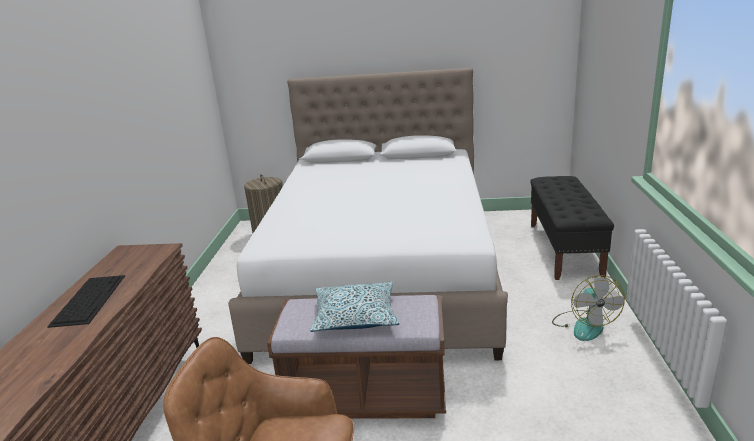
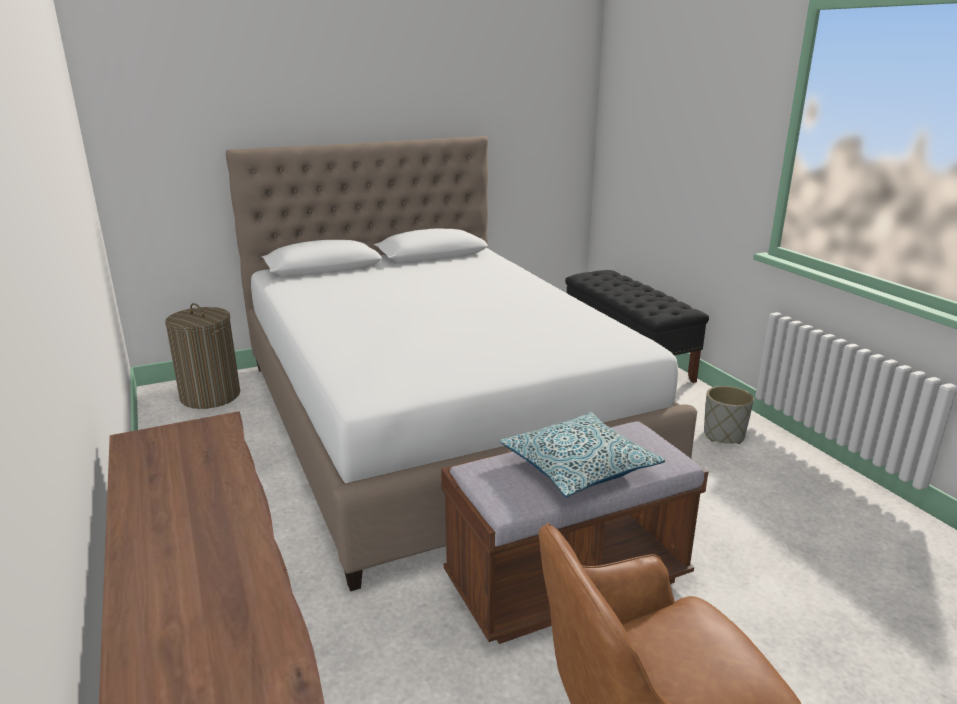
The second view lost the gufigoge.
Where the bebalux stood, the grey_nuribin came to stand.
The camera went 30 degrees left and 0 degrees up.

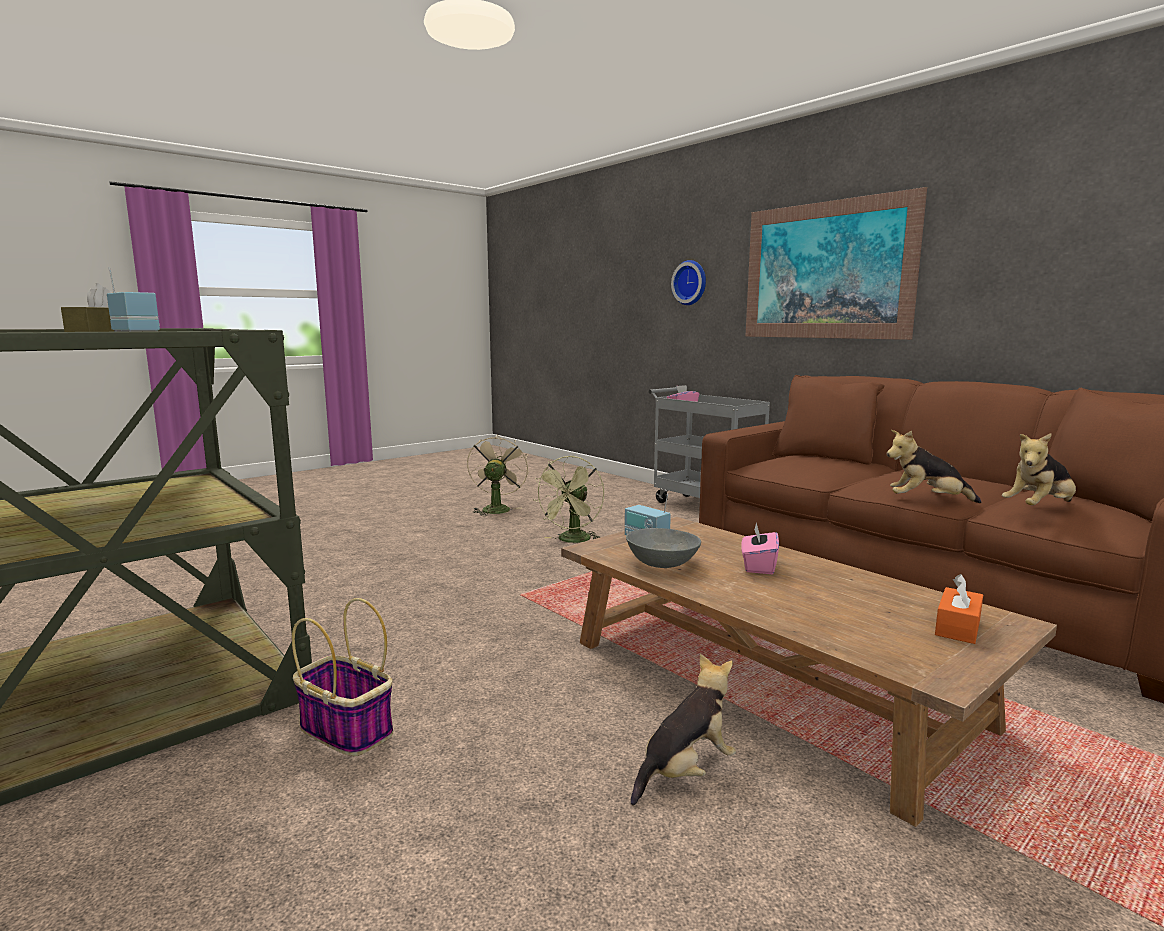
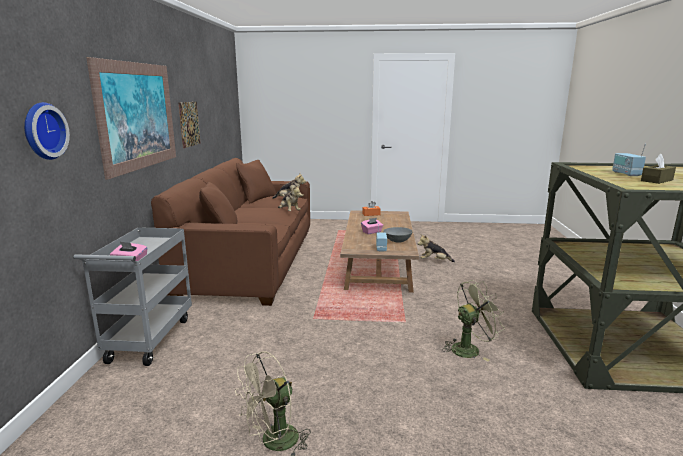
The second view lost the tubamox.
The second view gained the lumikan (2nd from left).
The green_bebalux ended up elsewhere.
The camera went 135 degrees left and 5 degrees up.

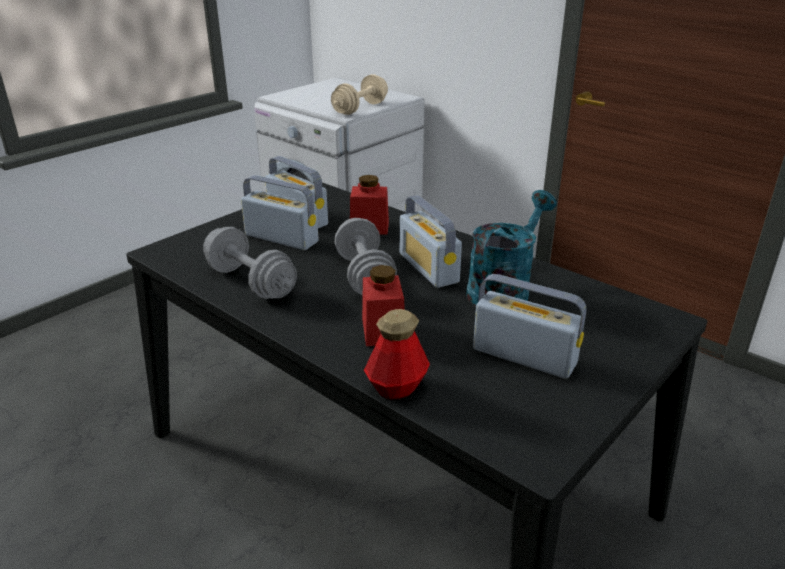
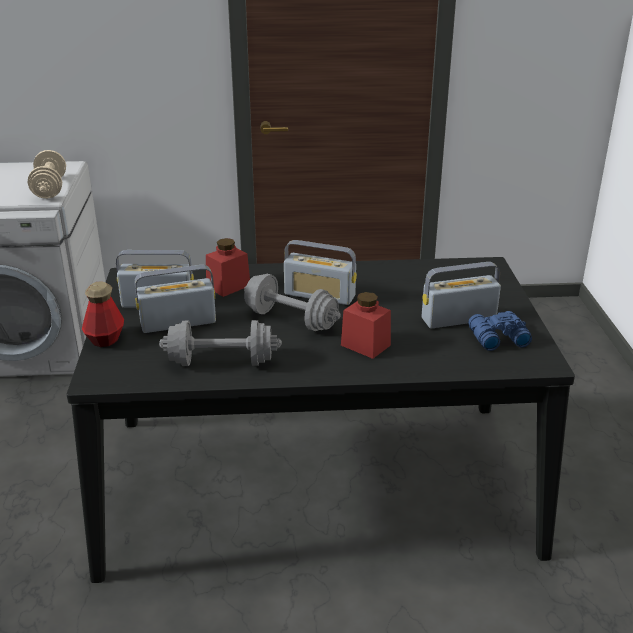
The second view lost the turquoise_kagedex.
The second view gained the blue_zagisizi.
The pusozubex ended up elsewhere.
The camera went 45 degrees left and 0 degrees up.

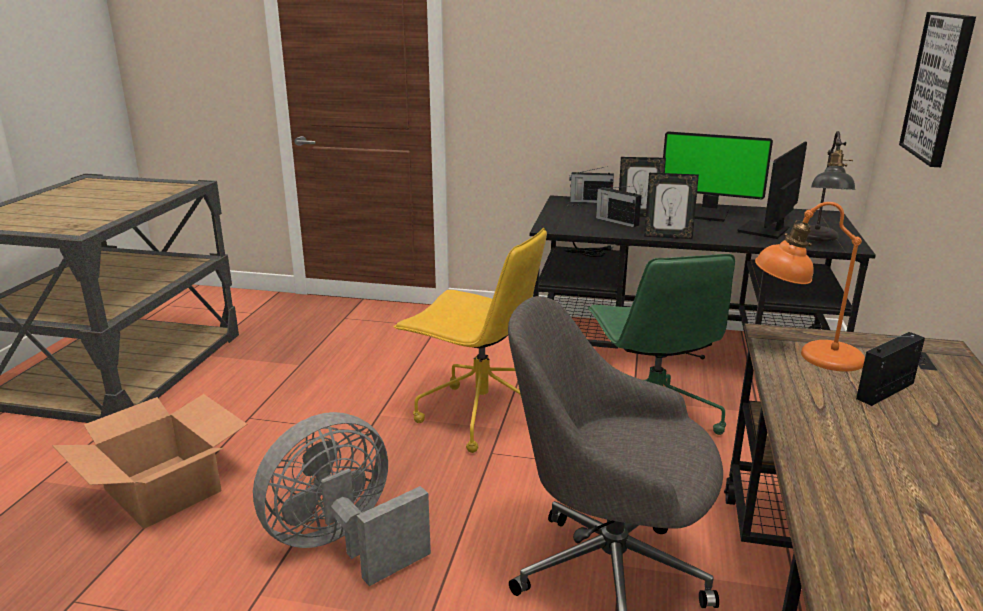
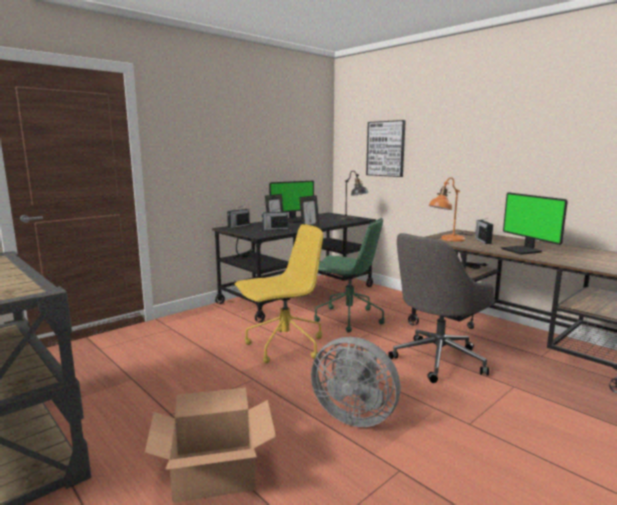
The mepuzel (2nd from left) ended up elsewhere.
The grey_bebalux ended up facing another way, 60 degrees counterclockwise from before.
The camera went 55 degrees left and 10 degrees down.

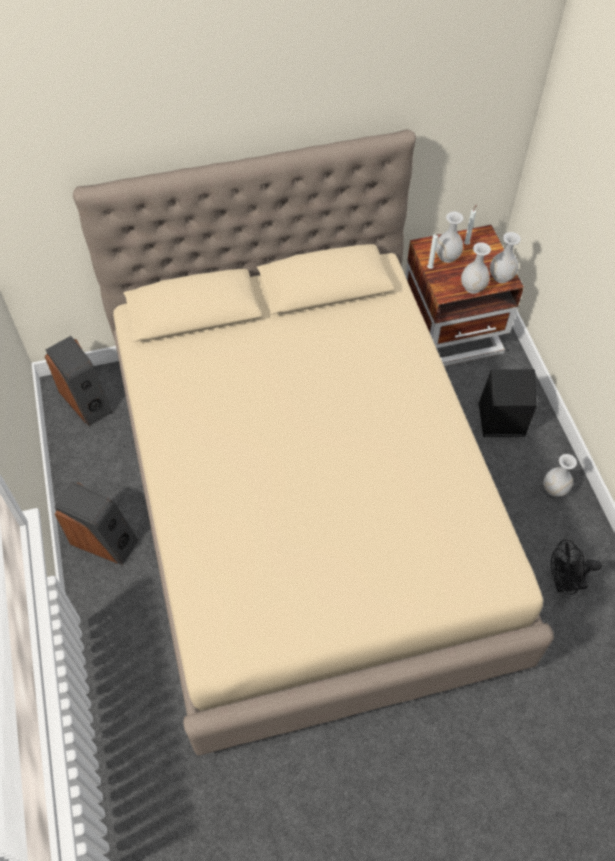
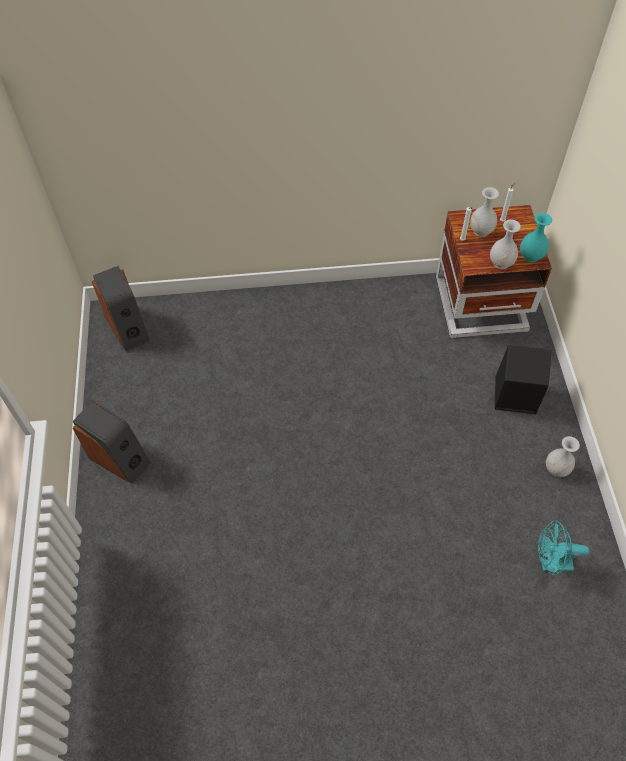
The second view lost the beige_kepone.
What was the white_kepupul (3rd from left) turned into the turquoise_kepupul.
What was the black_bebalux turned into the turquoise_bebalux.
The camera went 10 degrees right and 0 degrees up.

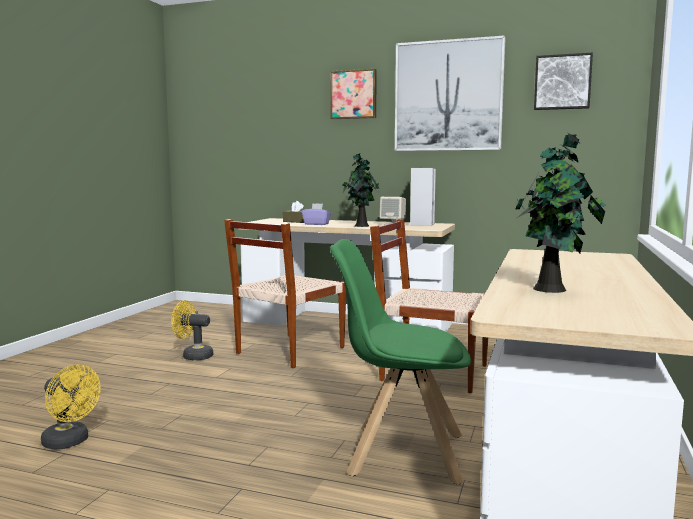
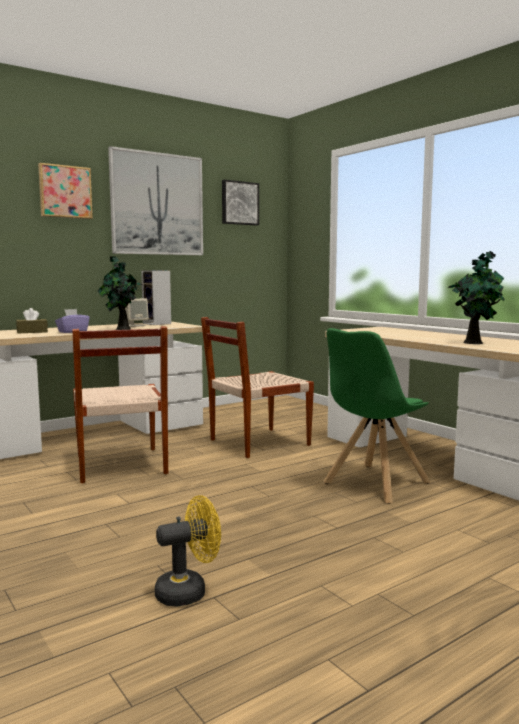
The second view lost the yellow_bebalux (2nd from left).
The camera went 55 degrees left and 0 degrees up.

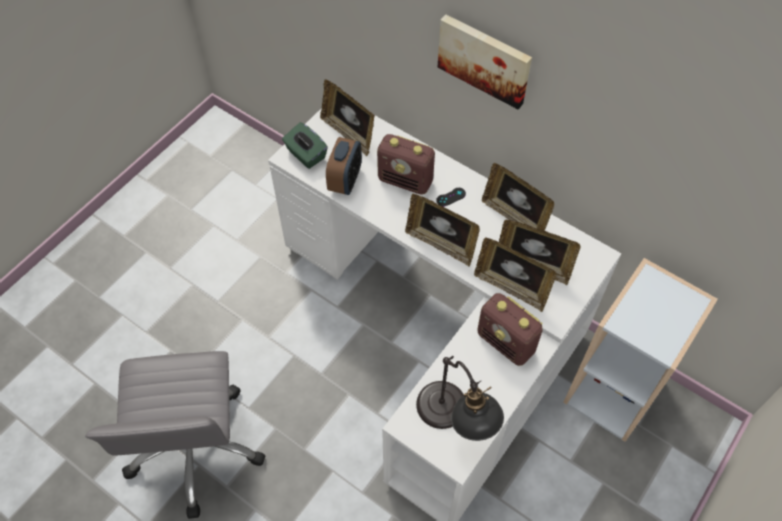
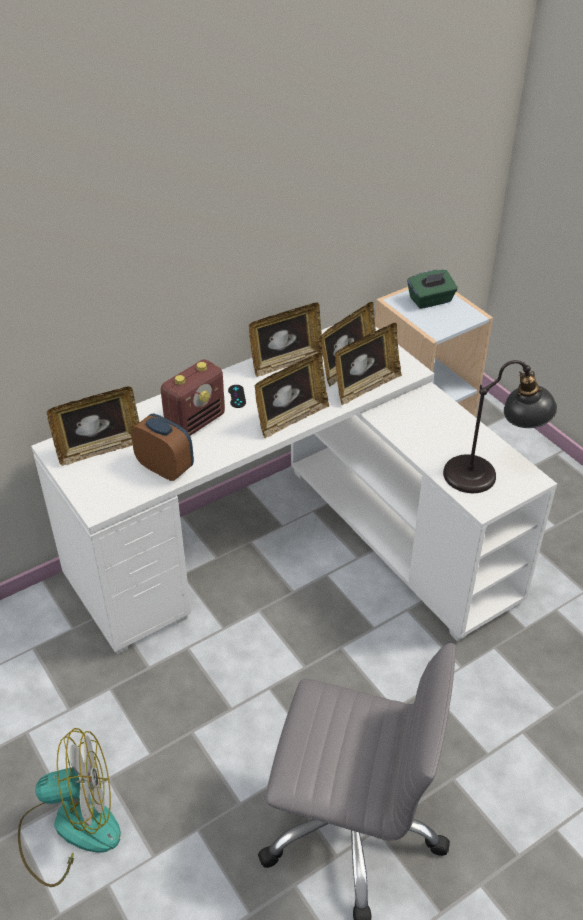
The second view lost the lumikan.
The second view lost the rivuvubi (2nd from left).
The second view gained the bebalux.
The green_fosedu ended up elsewhere.
The camera went 70 degrees left and 15 degrees down.

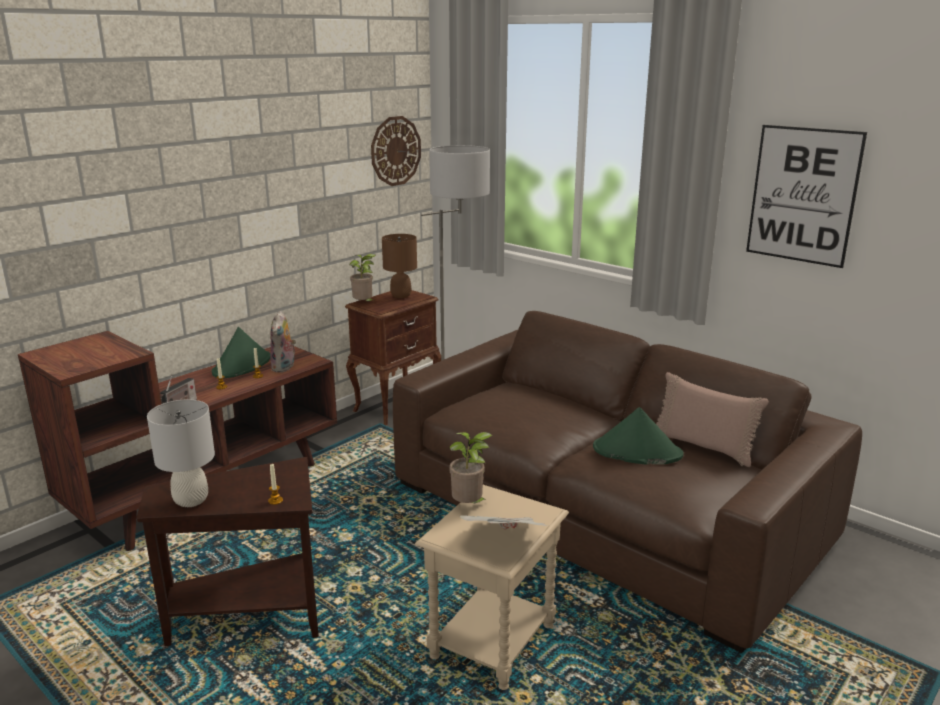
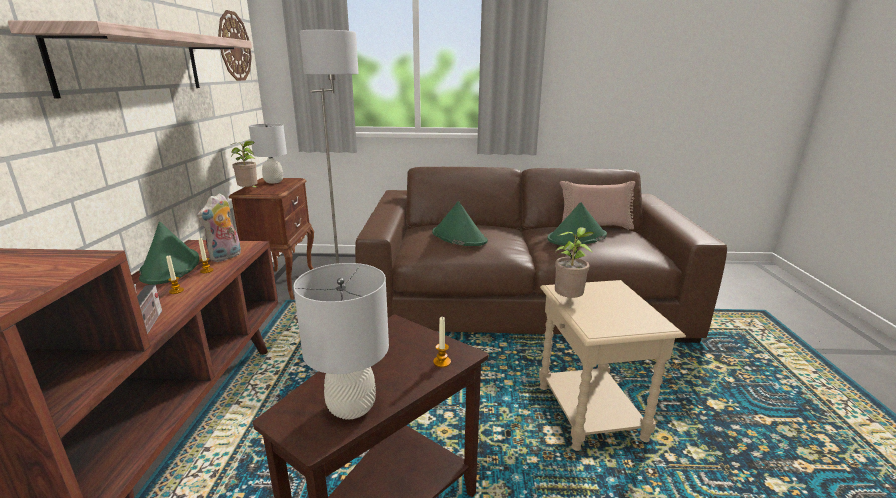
The second view lost the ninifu.
The second view lost the lumikan.
The second view gained the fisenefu.
The second view gained the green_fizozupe (2nd from left).
What was the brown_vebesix turned into the grey_vebesix (1st from left).
The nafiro ended up facing another way, 60 degrees clockwise from before.
The camera went 40 degrees left and 0 degrees up.

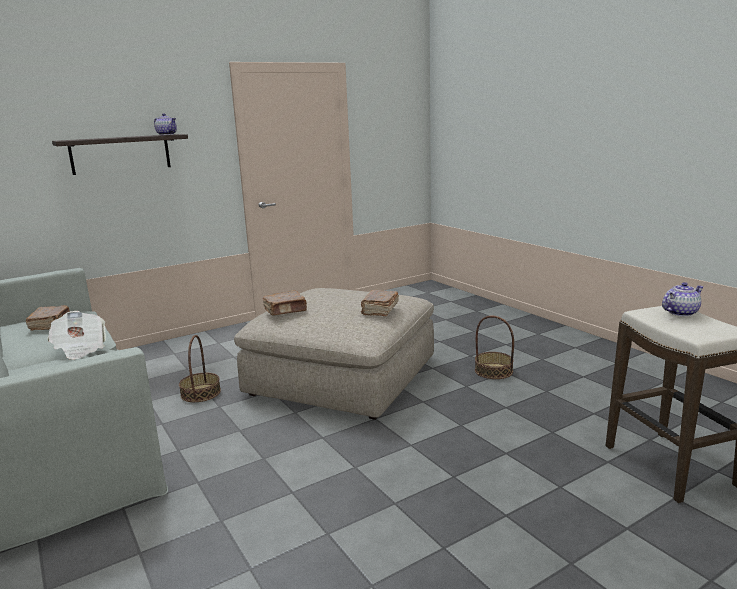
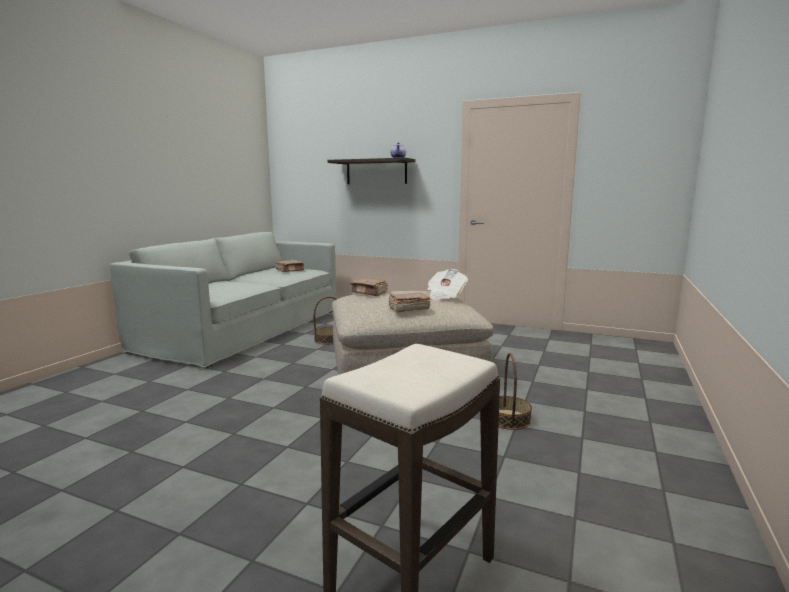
The second view lost the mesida (2nd from left).
The ninifu ended up elsewhere.
The camera went 55 degrees right and 5 degrees down.

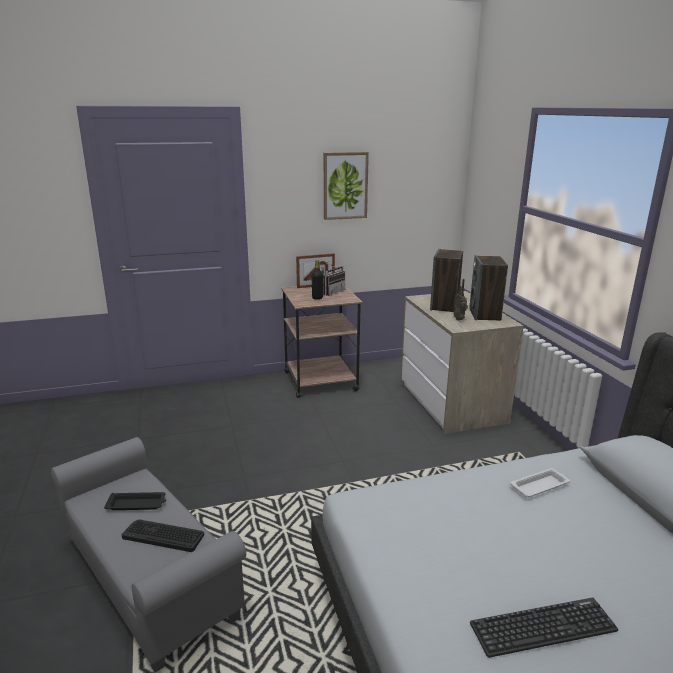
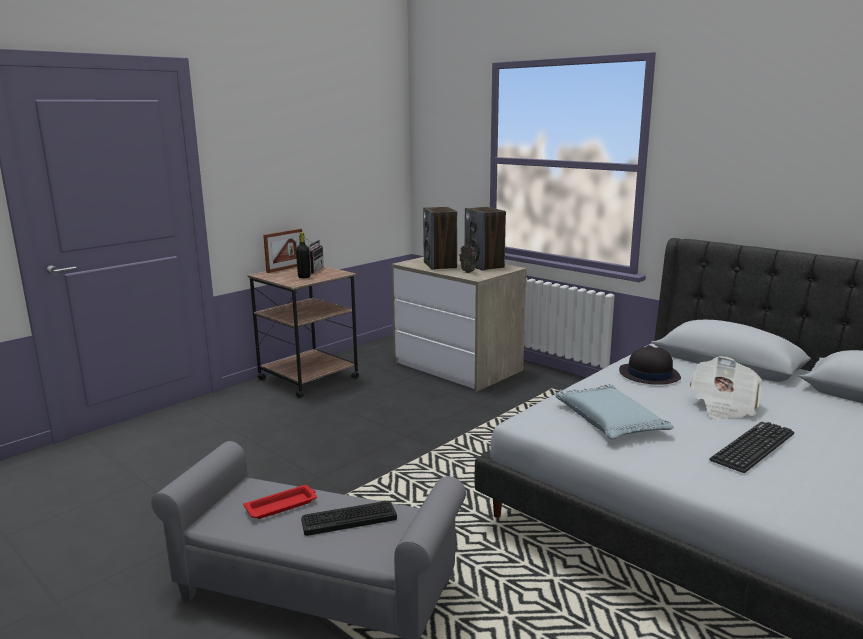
The second view lost the lumikan.
The second view gained the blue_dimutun.
The second view gained the ninifu.
Where the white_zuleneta stood, the black_fizozupe came to stand.
What was the black_zuleneta turned into the red_zuleneta.
The camera went 30 degrees left and 5 degrees down.

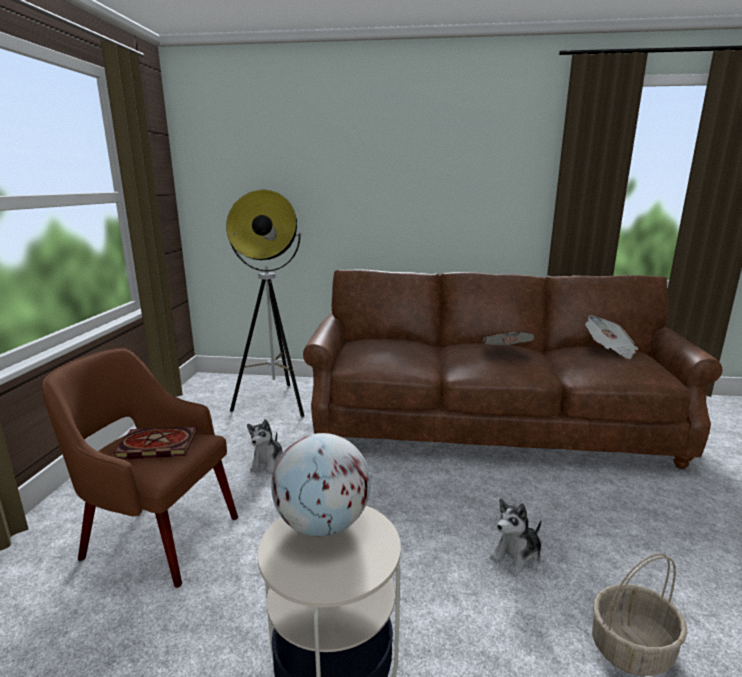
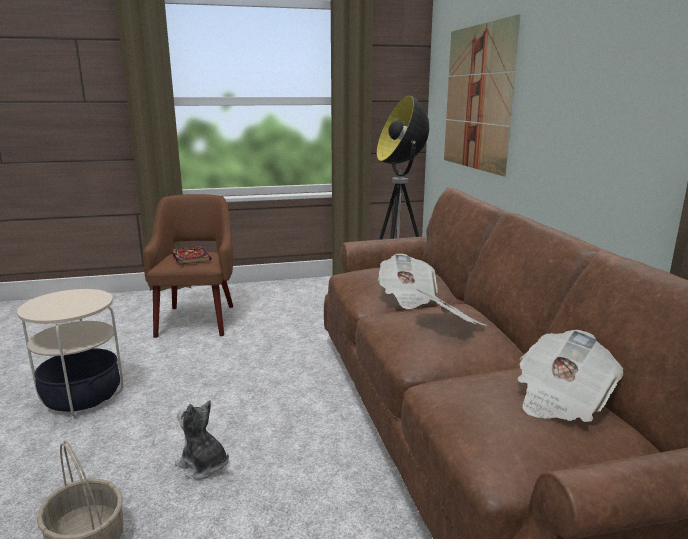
The second view lost the nafiro (1st from left).
The second view lost the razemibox.
The second view gained the ninifu (1st from left).
The second view gained the lumikan.
The camera went 70 degrees right and 0 degrees up.

